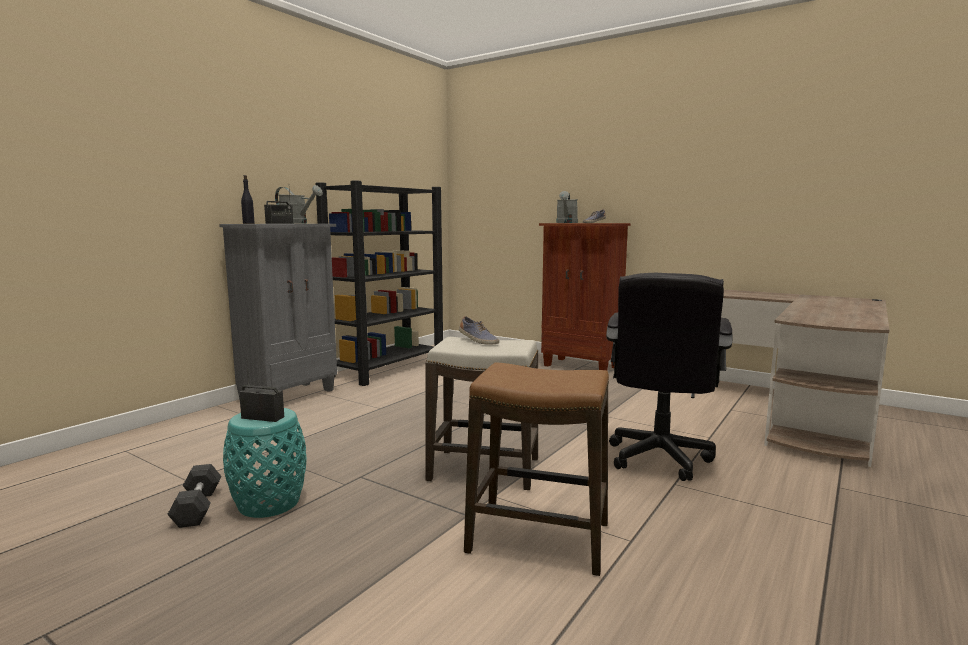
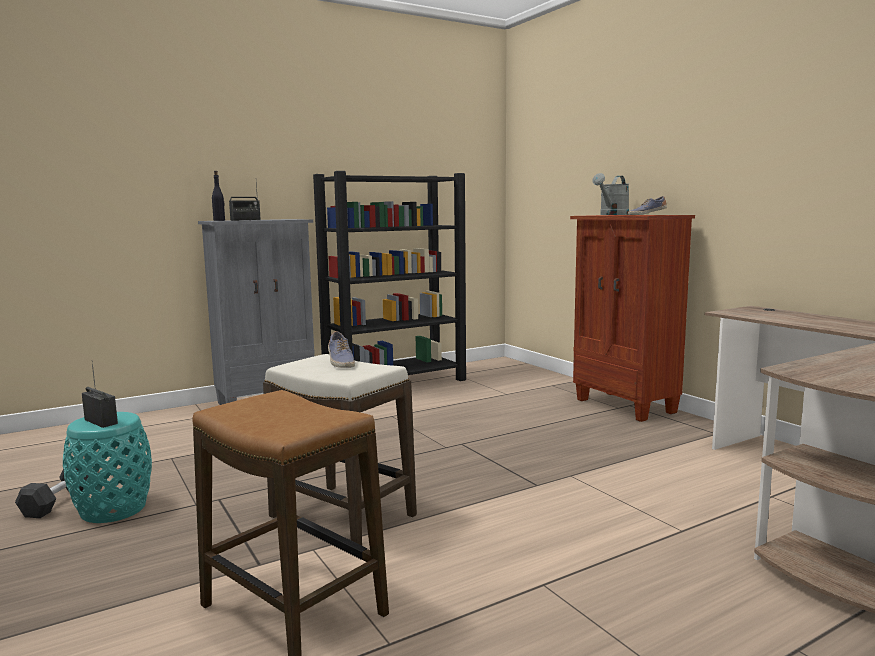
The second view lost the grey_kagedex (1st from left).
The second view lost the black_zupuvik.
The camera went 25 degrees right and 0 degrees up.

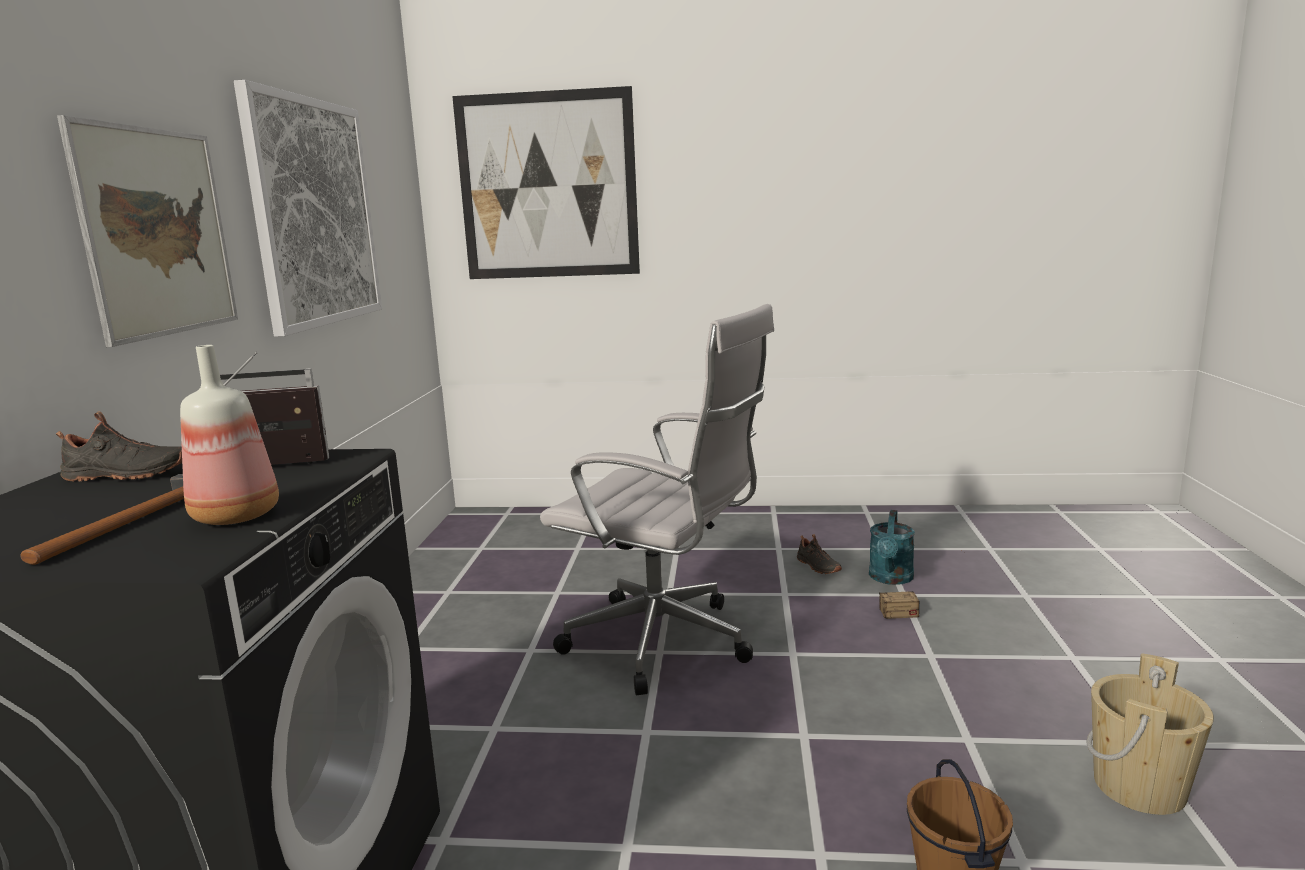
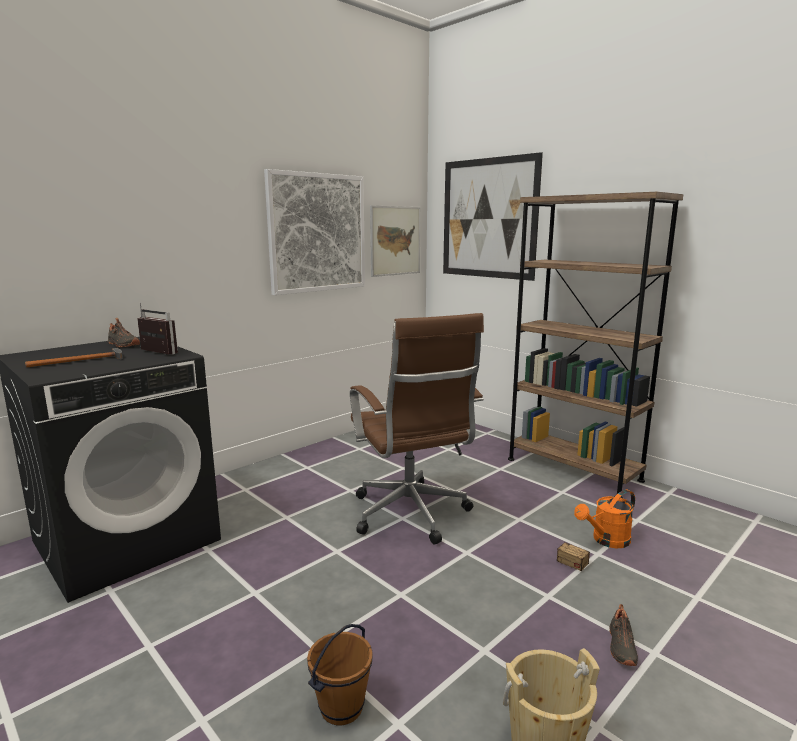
The second view lost the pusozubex.
The second view gained the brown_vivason.
The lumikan (1st from left in the first image) ended up elsewhere.
The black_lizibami (2nd from left) ended up elsewhere.
What was the white_zupuvik turned into the brown_zupuvik.
What was the turquoise_kagedex turned into the orange_kagedex.
The camera went 40 degrees right and 0 degrees up.

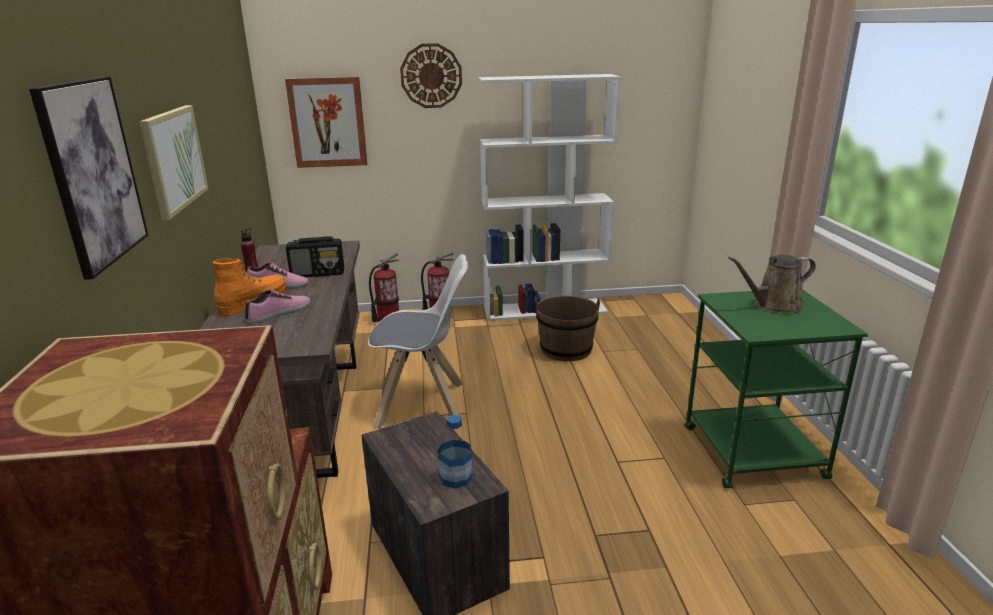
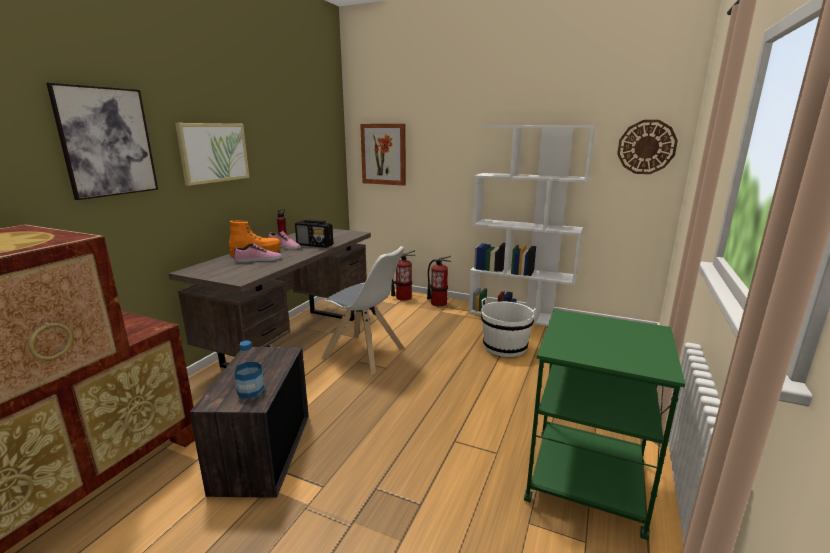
The second view lost the brown_kagedex.
The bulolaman ended up elsewhere.
What was the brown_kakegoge turned into the white_kakegoge.
The camera went 30 degrees right and 5 degrees down.

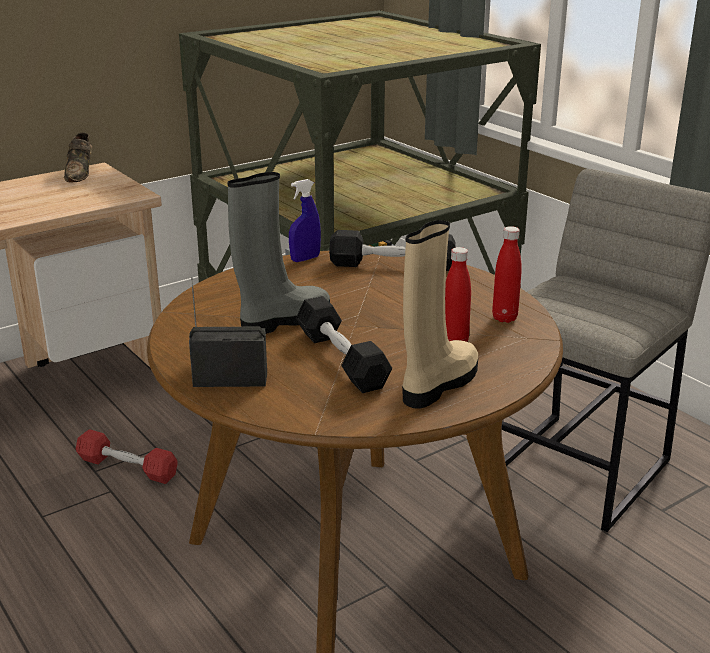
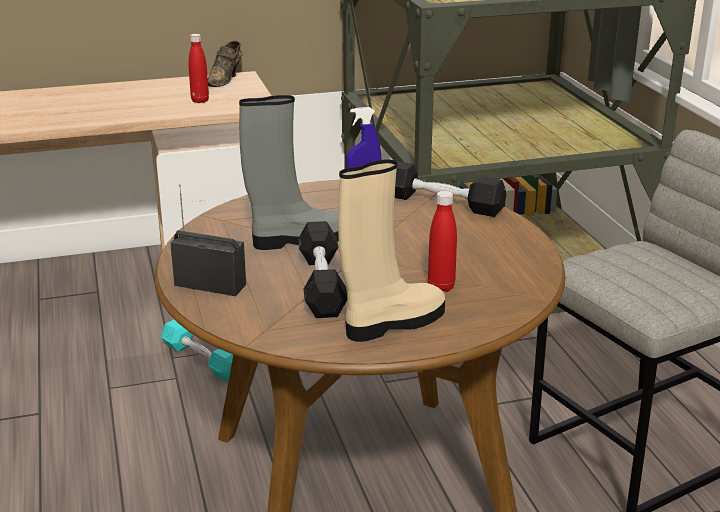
The red_pusozubex (2nd from left in the first image) ended up elsewhere.
What was the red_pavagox turned into the turquoise_pavagox.
The camera went 20 degrees right and 0 degrees up.

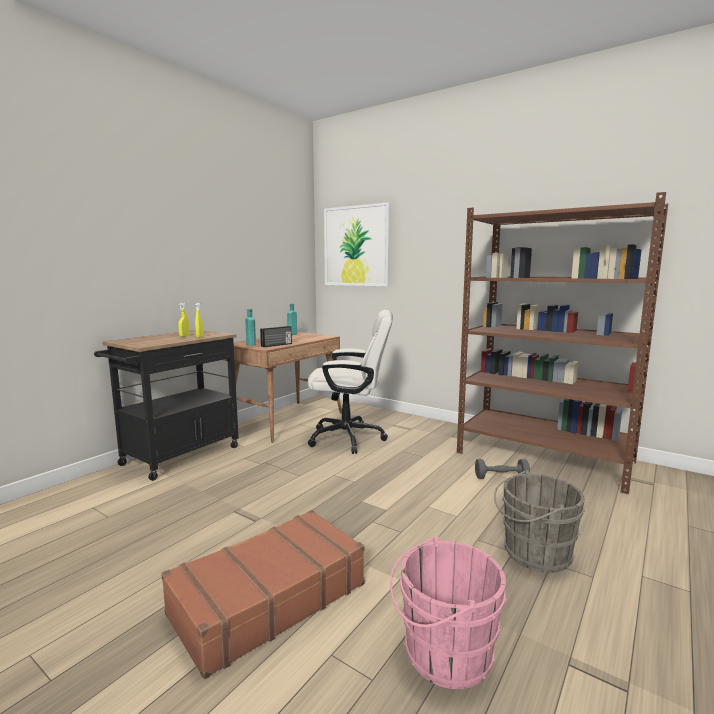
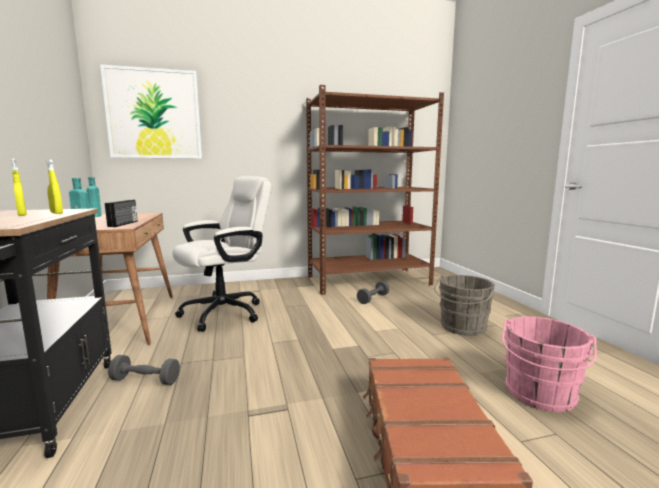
The second view gained the grey_pavagox (1st from left).
The camera went 50 degrees left and 0 degrees up.

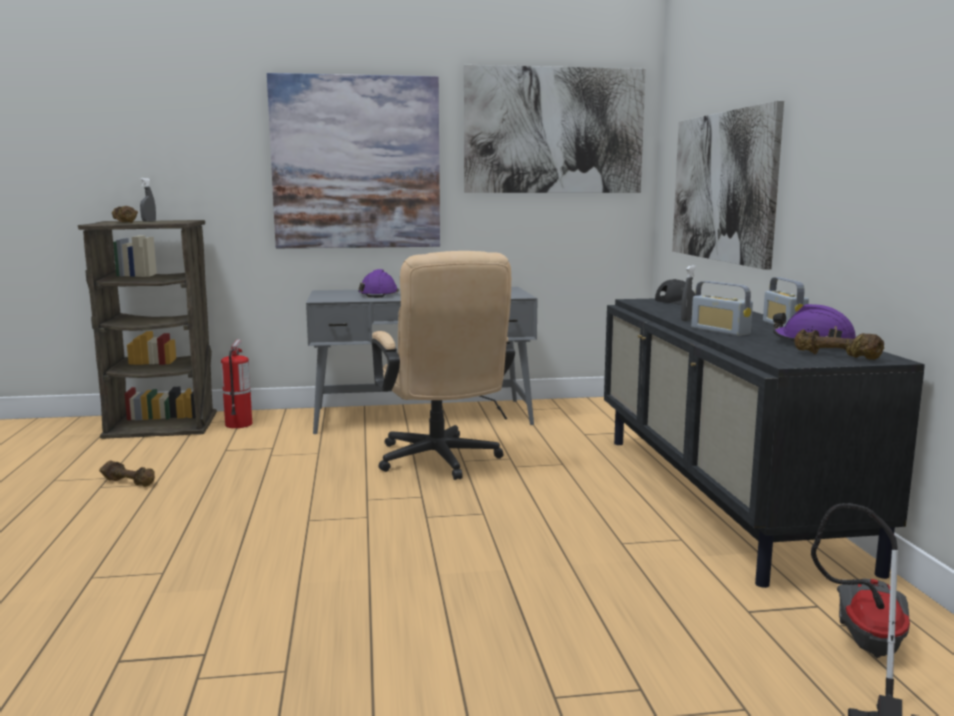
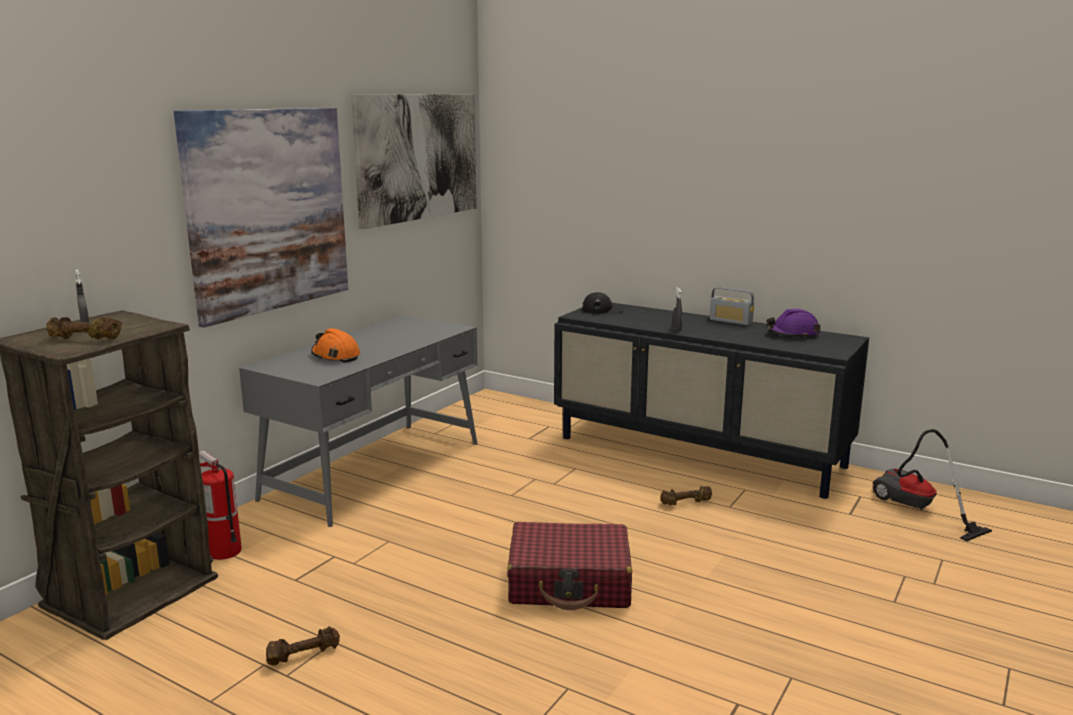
The second view lost the beige_zupuvik.
The second view lost the lumikan (3rd from left).
The second view lost the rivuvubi (1st from left).
The second view gained the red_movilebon.
The brown_pavagox (3rd from left) ended up elsewhere.
What was the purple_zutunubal (1st from left) turned into the orange_zutunubal.
The camera went 50 degrees left and 5 degrees up.

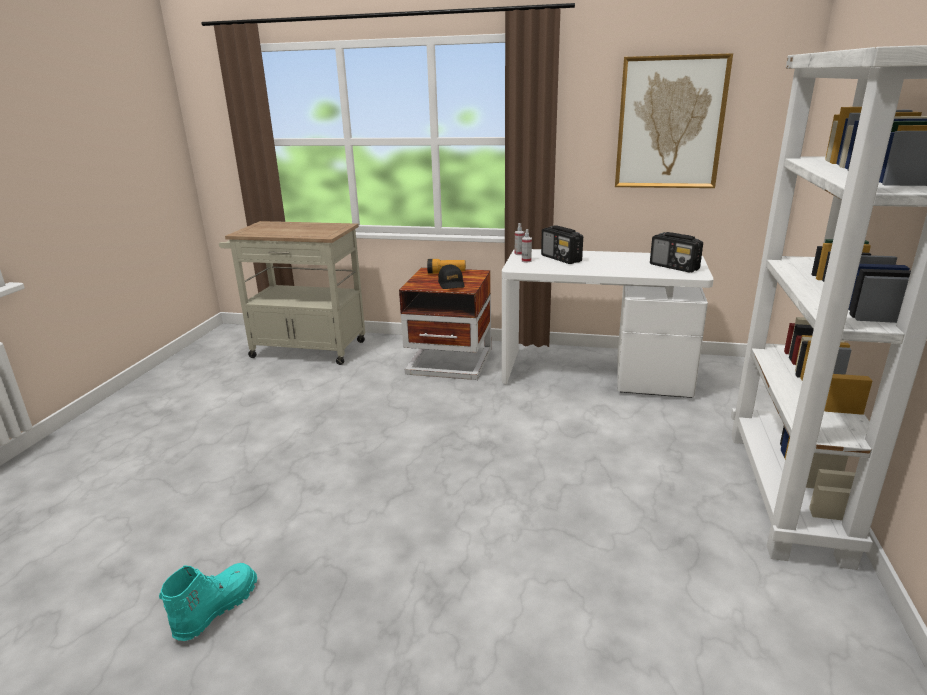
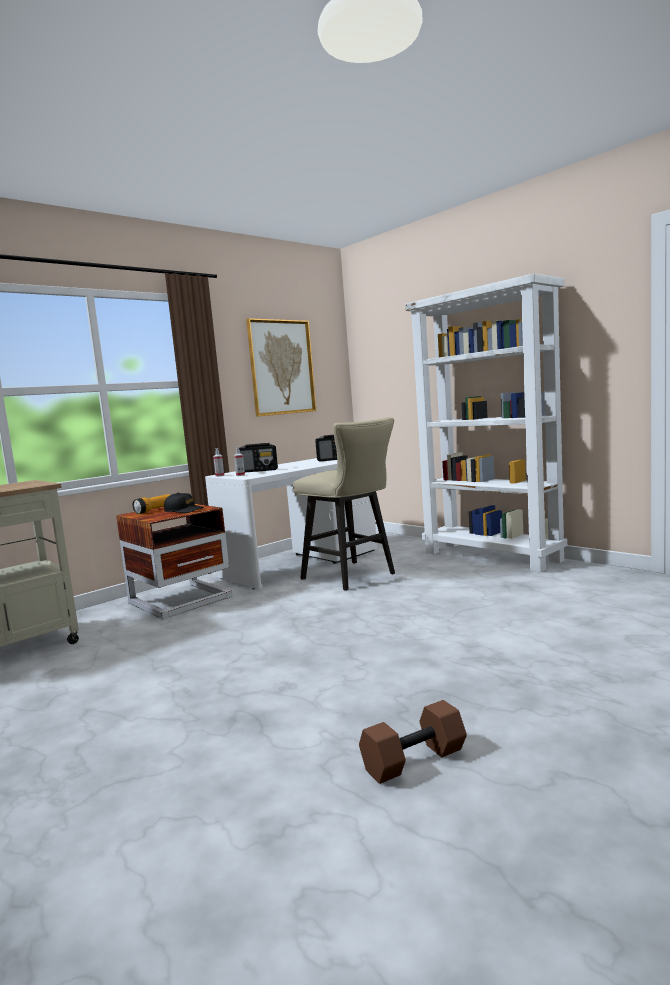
The second view gained the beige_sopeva.
Where the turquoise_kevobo stood, the brown_pavagox came to stand.
The camera went 55 degrees left and 15 degrees down.

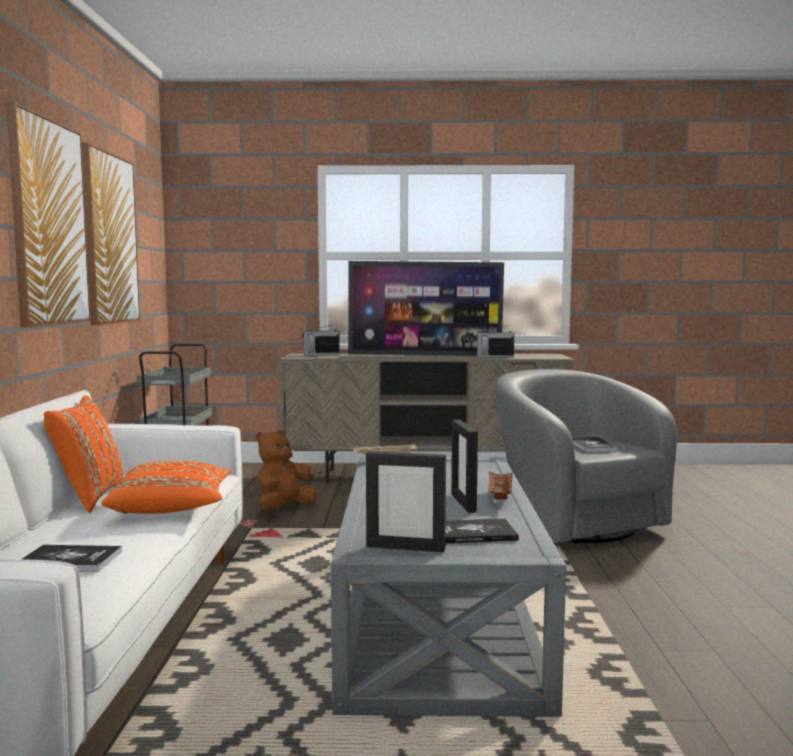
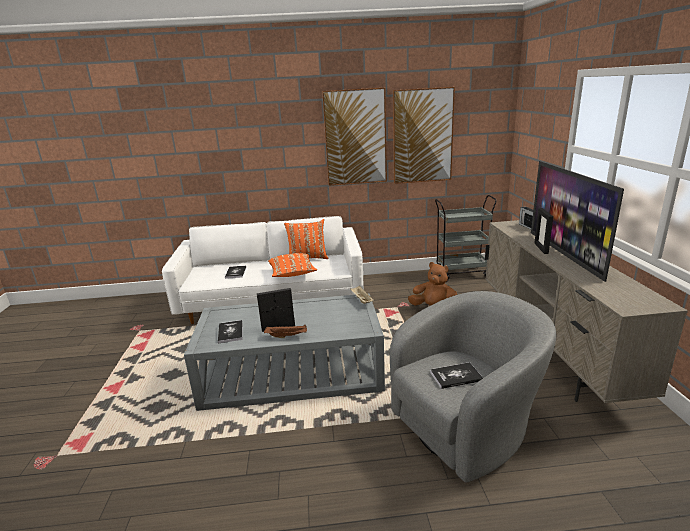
The second view lost the rivuvubi (2nd from left).
The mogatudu (1st from left in the first image) ended up elsewhere.
The camera went 85 degrees right and 15 degrees up.

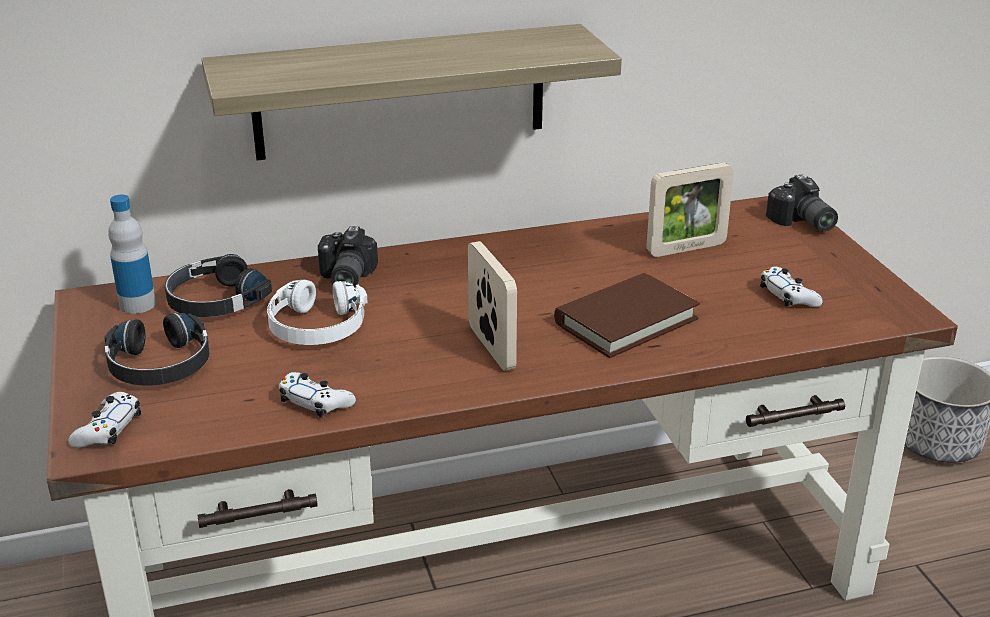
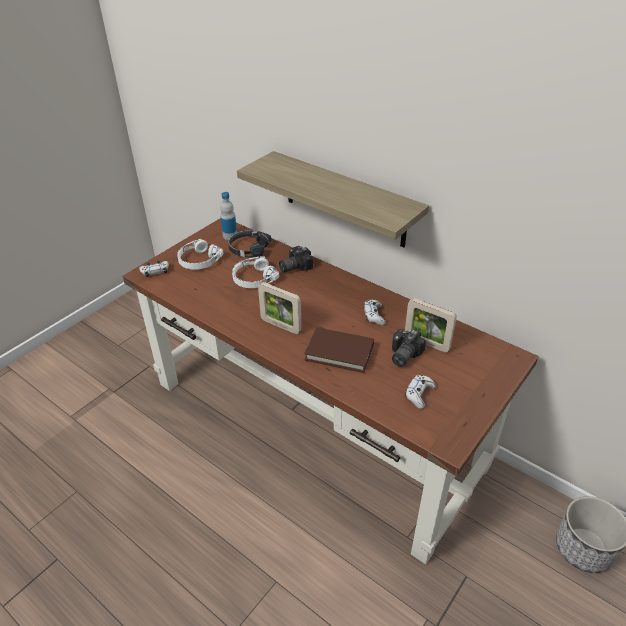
The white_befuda (2nd from left) ended up elsewhere.
The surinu (2nd from left) ended up elsewhere.
What was the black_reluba (1st from left) turned into the white_reluba (1st from left).
The mogatudu (1st from left) ended up facing another way, 90 degrees clockwise from before.
The camera went 55 degrees right and 10 degrees up.

